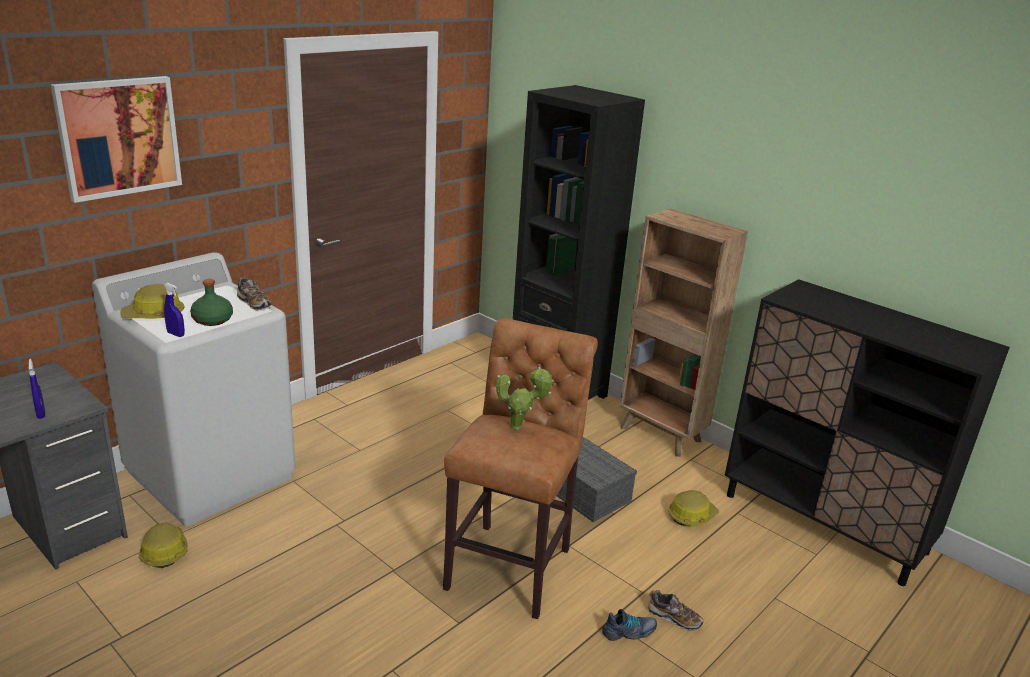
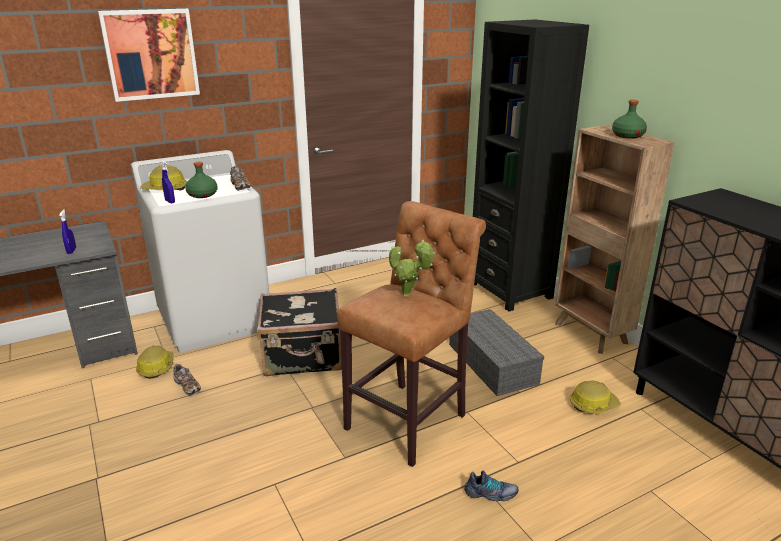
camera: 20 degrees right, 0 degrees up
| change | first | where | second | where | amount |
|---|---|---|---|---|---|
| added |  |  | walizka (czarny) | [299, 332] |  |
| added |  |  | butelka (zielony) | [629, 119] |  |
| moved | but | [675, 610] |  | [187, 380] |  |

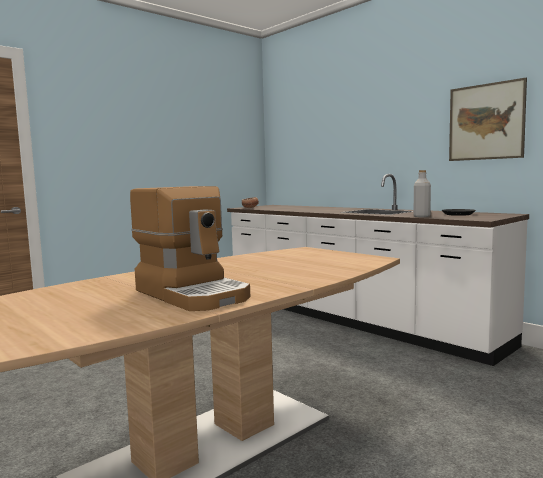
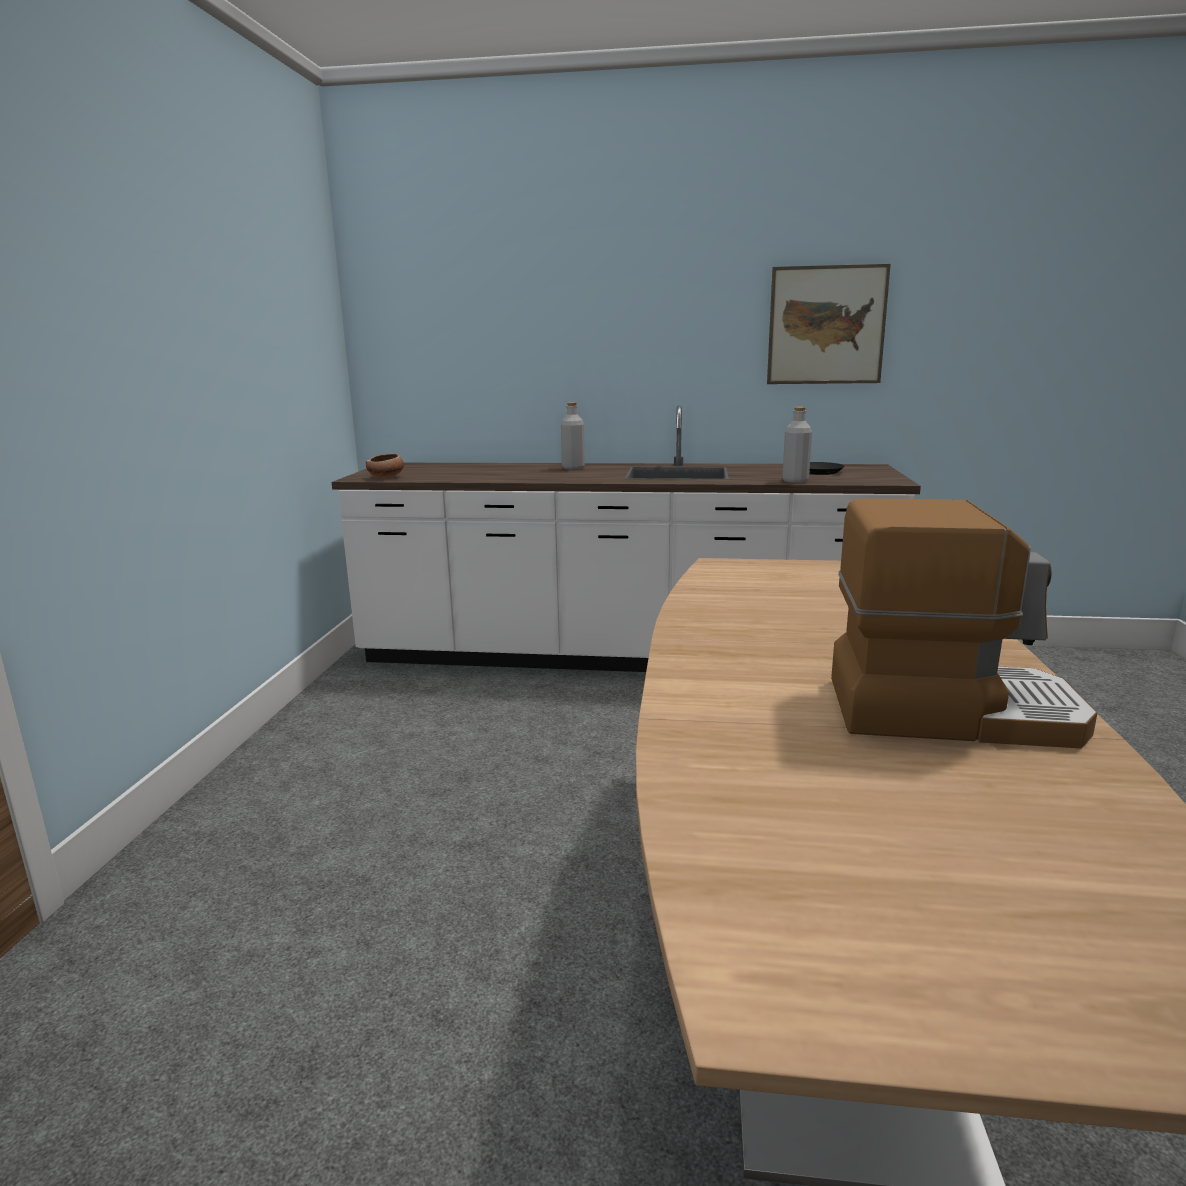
camera: 40 degrees left, 10 degrees up
| change | first | where | second | where | amount |
|---|---|---|---|---|---|
| added |  |  | butelka (szary) | [573, 436] |  |

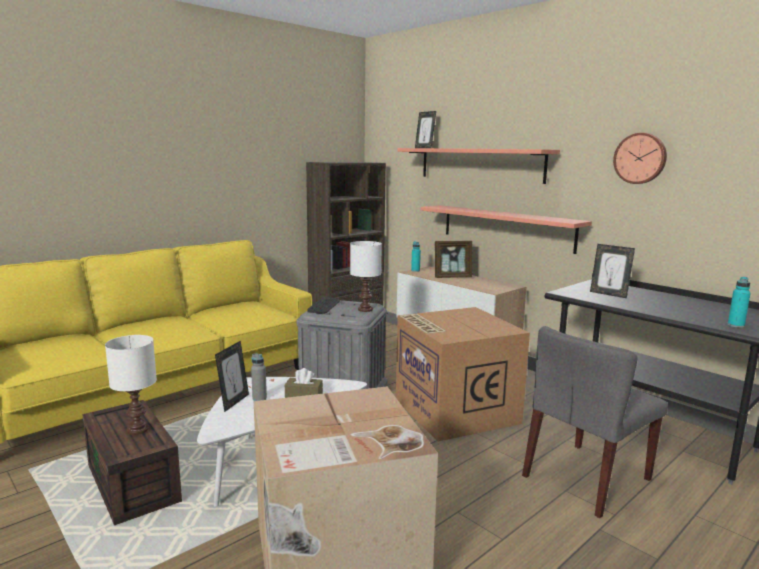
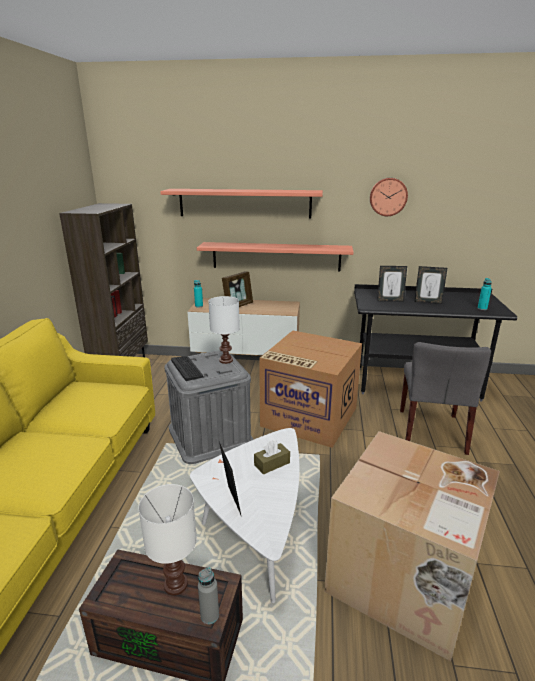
camera: 40 degrees left, 10 degrees up
| change | first | where | second | where | amount |
|---|---|---|---|---|---|
| moved | butelka (szary) | [259, 377] |  | [208, 596] |  |
| moved | ramka na zdjęcie | [425, 129] |  | [430, 285] |  |

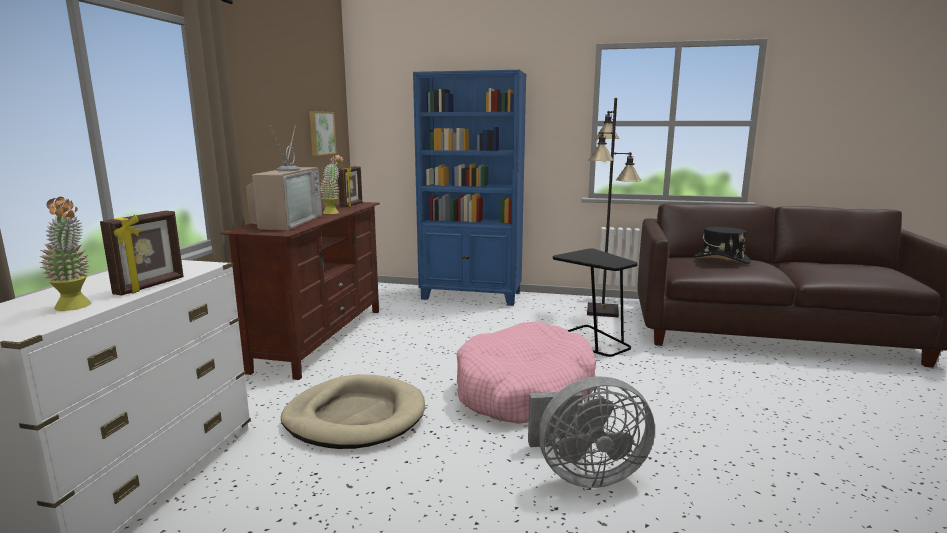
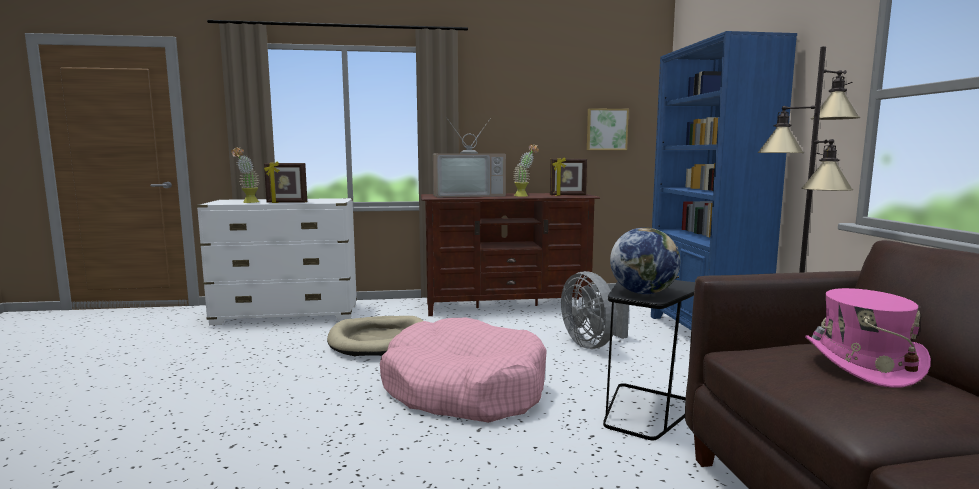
camera: 70 degrees right, 5 degrees down
| change | first | where | second | where | amount |
|---|---|---|---|---|---|
| added |  |  | globus | [645, 260] |  |
| moved | wentylator (szary) | [591, 432] |  | [595, 310] |  |
| recoloured | kapelusz (czarny) | [722, 245] | kapelusz (różowy) | [868, 338] |  |

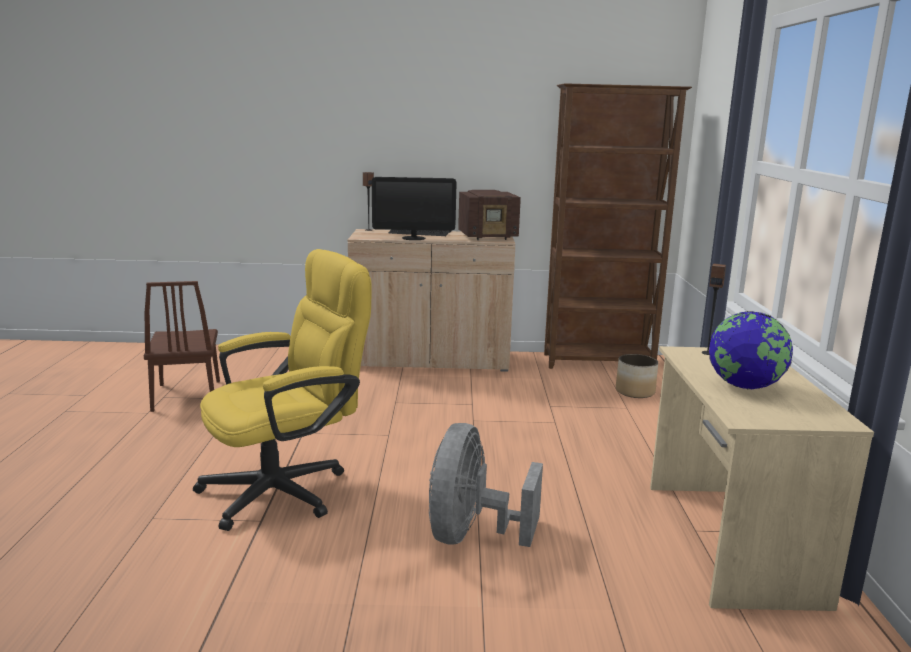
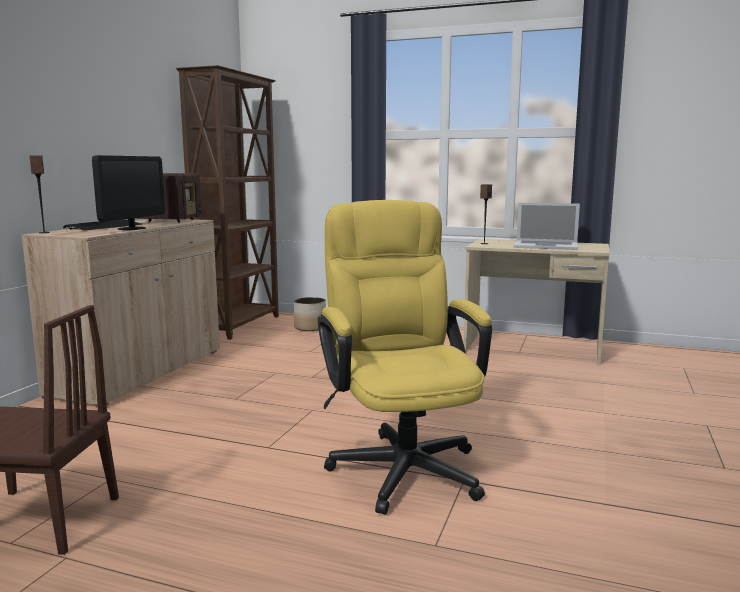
camera: 70 degrees left, 5 degrees down
| change | first | where | second | where | amount |
|---|---|---|---|---|---|
| removed | wentylator (szary) | [486, 485] |  |  |  |
| replaced | globus | [751, 350] | laptop | [547, 226] |  |

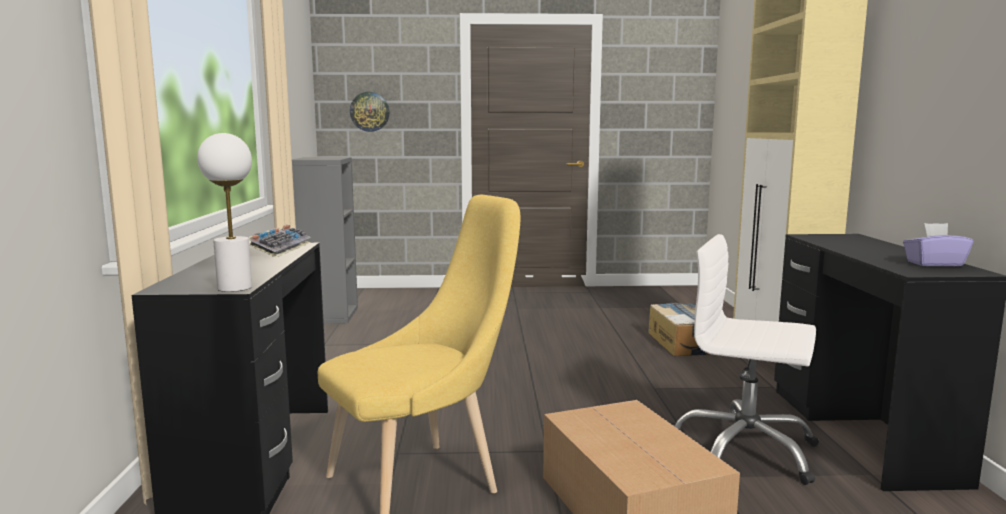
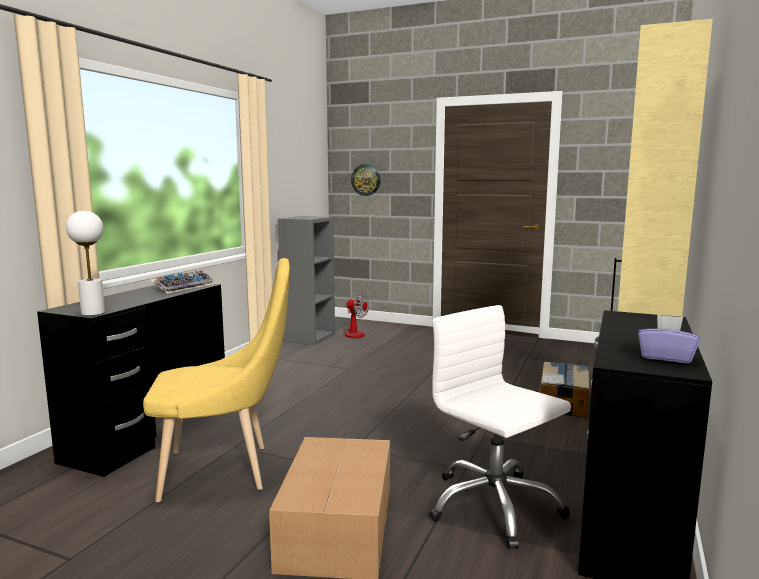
camera: 25 degrees right, 0 degrees up
| change | first | where | second | where | amount |
|---|---|---|---|---|---|
| added |  |  | wentylator | [356, 315] |  |

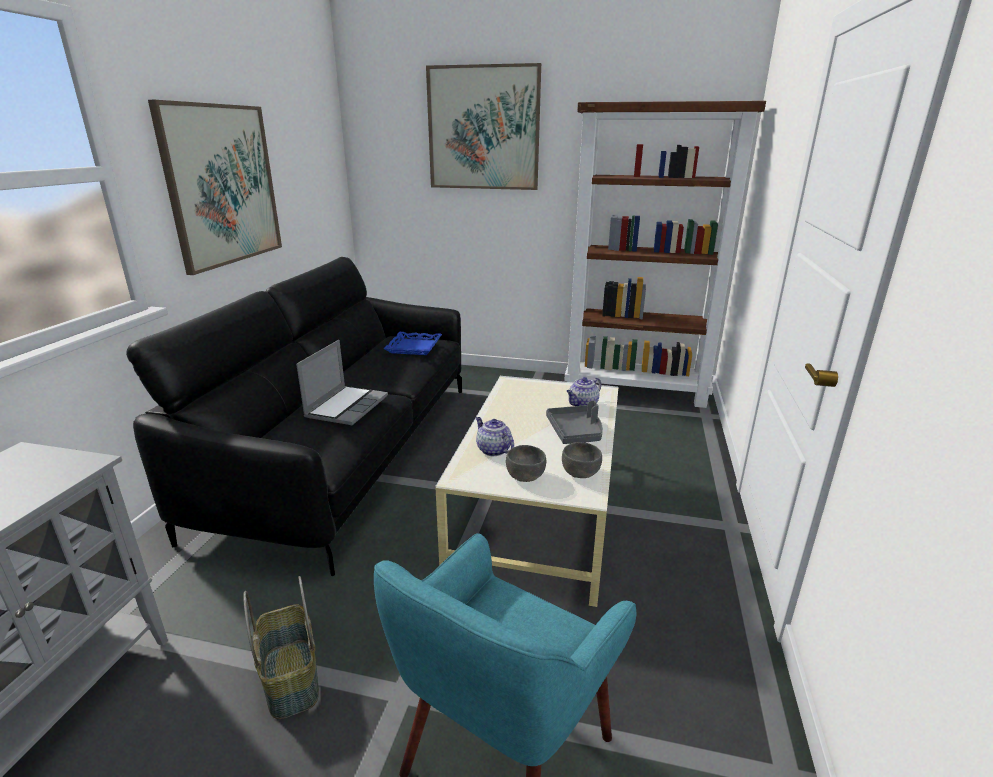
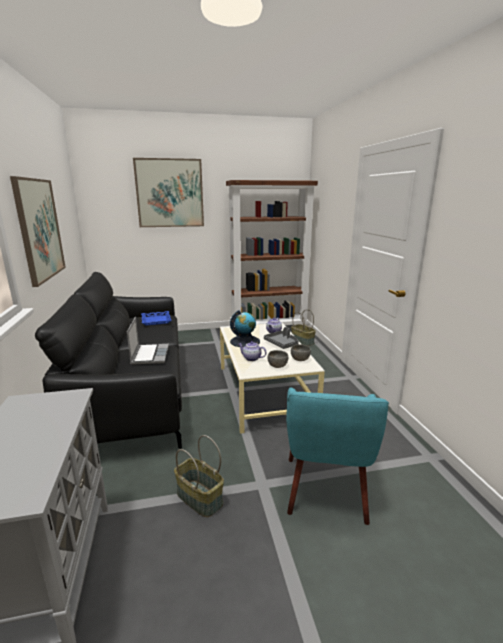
camera: 25 degrees left, 5 degrees down
| change | first | where | second | where | amount |
|---|---|---|---|---|---|
| added |  |  | globus | [245, 328] |  |
| added |  |  | koszyk | [303, 328] |  |

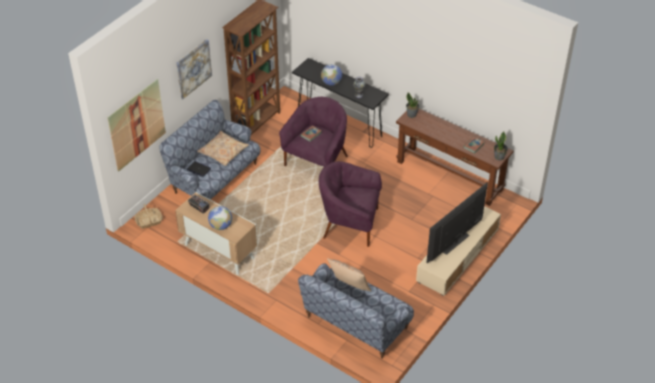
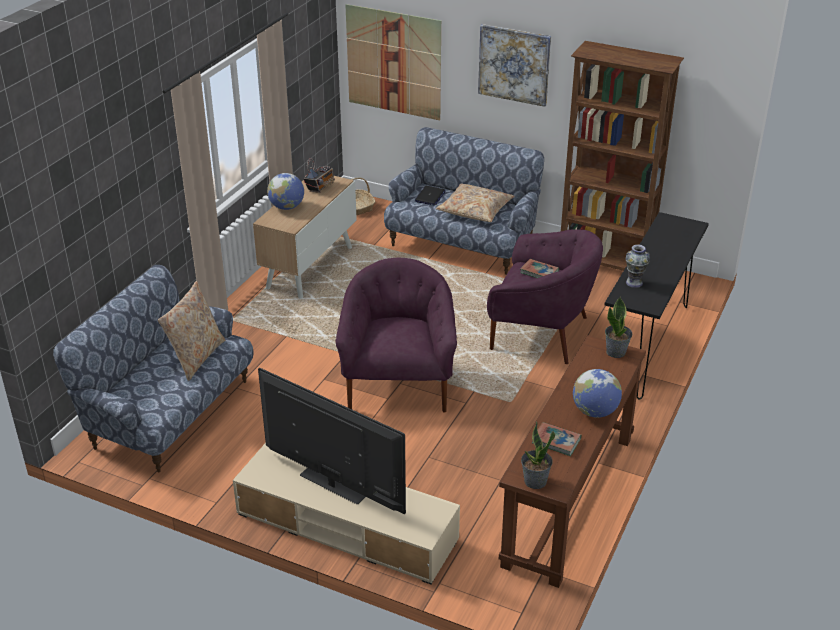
camera: 80 degrees right, 10 degrees down
| change | first | where | second | where | amount |
|---|---|---|---|---|---|
| moved | globus | [331, 75] |  | [597, 393] |  |

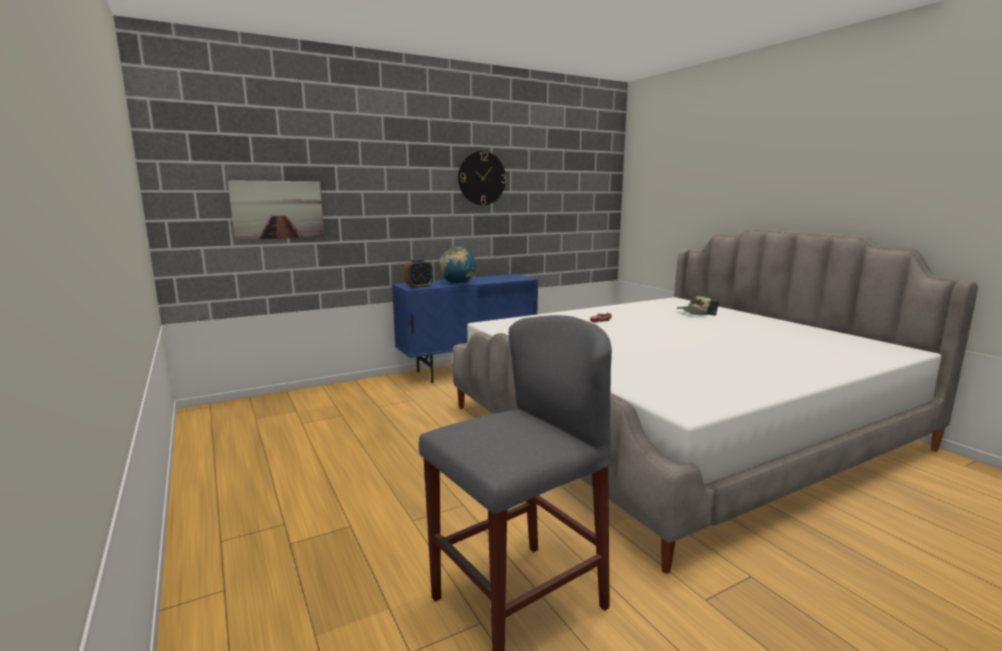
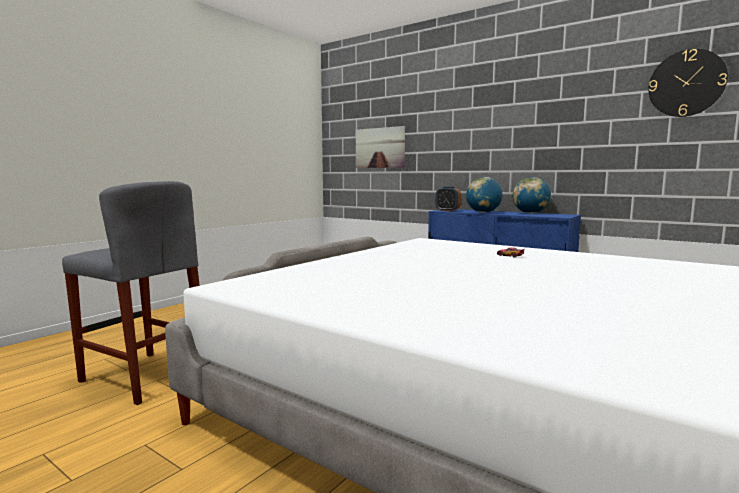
camera: 65 degrees right, 5 degrees down
| change | first | where | second | where | amount |
|---|---|---|---|---|---|
| removed | czapka z daszkiem | [698, 306] |  |  |  |
| added |  |  | globus | [532, 195] |  |
| moved | zegar ścienny | [482, 178] |  | [688, 83] |  |

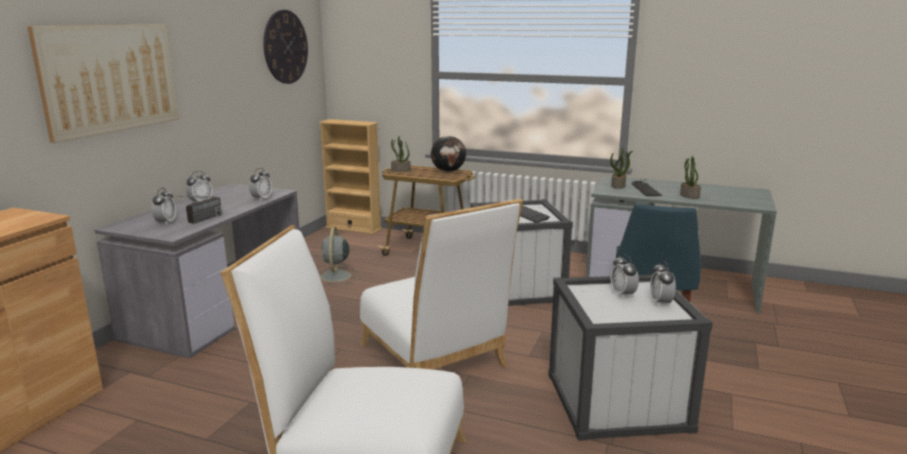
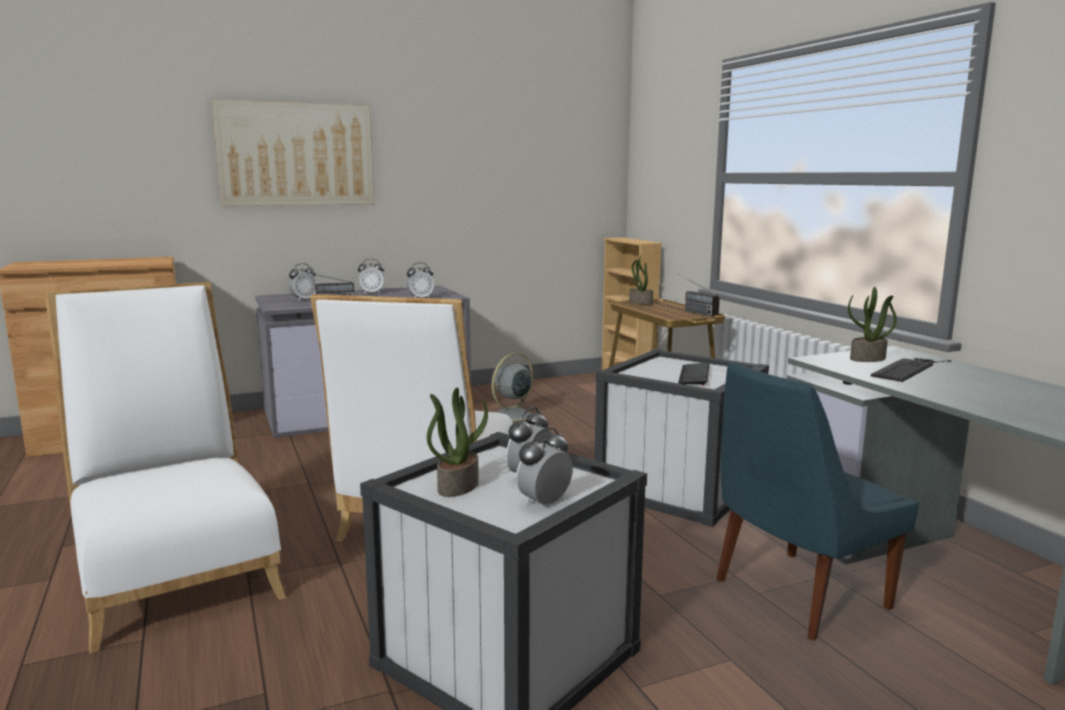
camera: 45 degrees right, 5 degrees down
| change | first | where | second | where | amount |
|---|---|---|---|---|---|
| removed | zegar ścienny | [285, 47] |  |  |  |
| moved | roślina doniczkowa | [690, 177] |  | [457, 442] |  |
| replaced | globus | [448, 154] | radio | [699, 295] |  |

